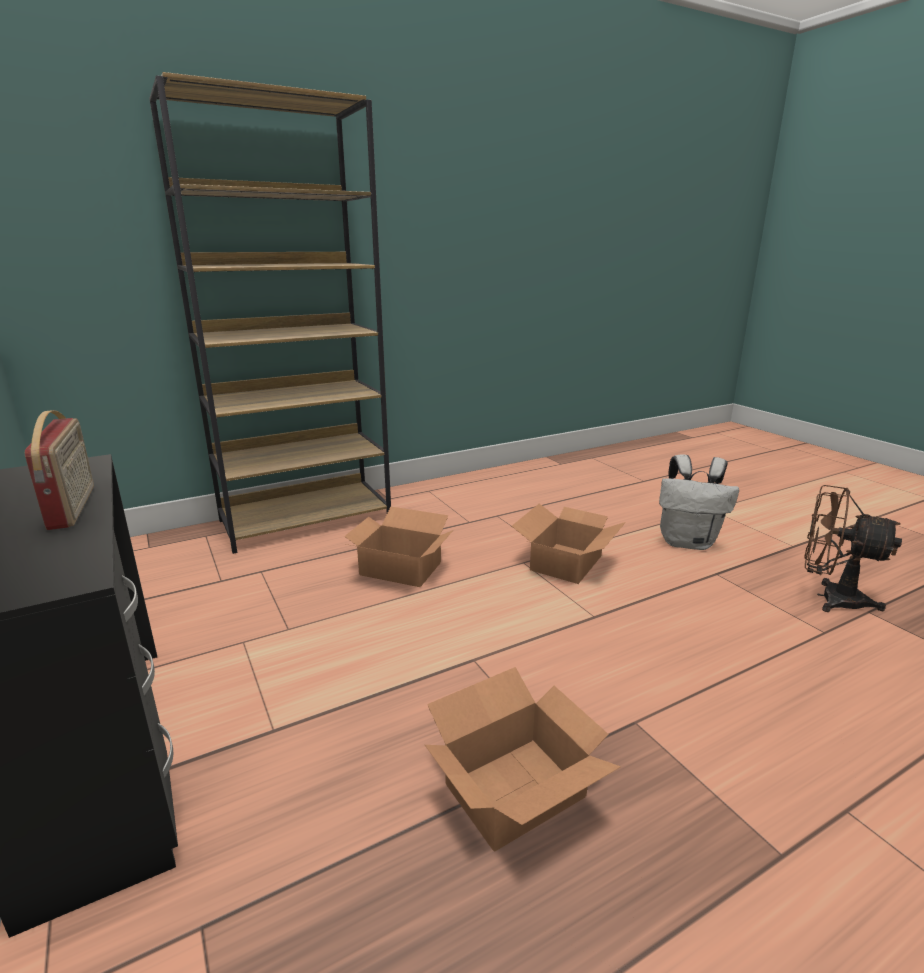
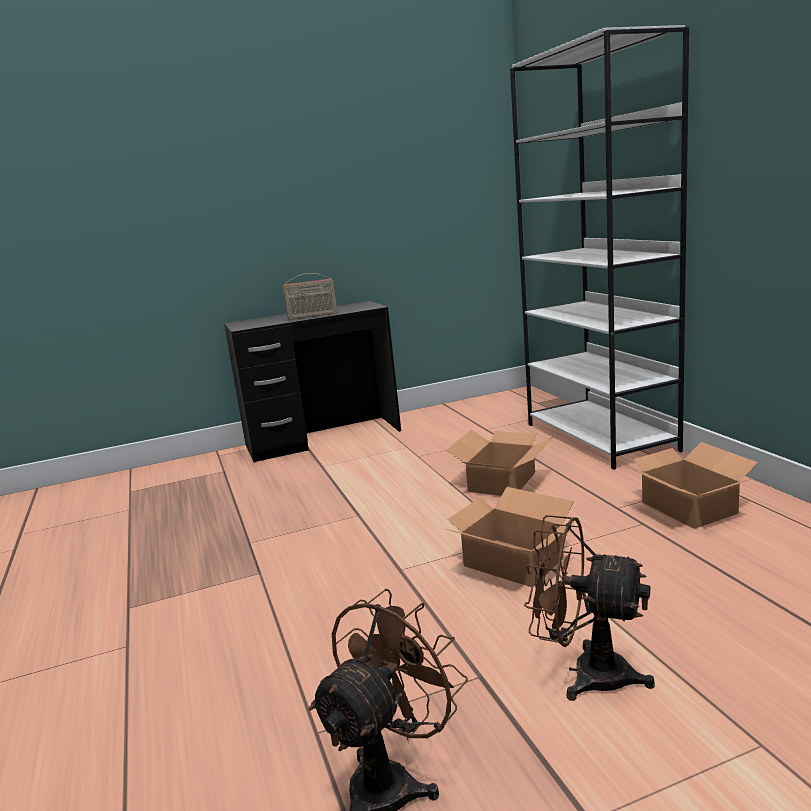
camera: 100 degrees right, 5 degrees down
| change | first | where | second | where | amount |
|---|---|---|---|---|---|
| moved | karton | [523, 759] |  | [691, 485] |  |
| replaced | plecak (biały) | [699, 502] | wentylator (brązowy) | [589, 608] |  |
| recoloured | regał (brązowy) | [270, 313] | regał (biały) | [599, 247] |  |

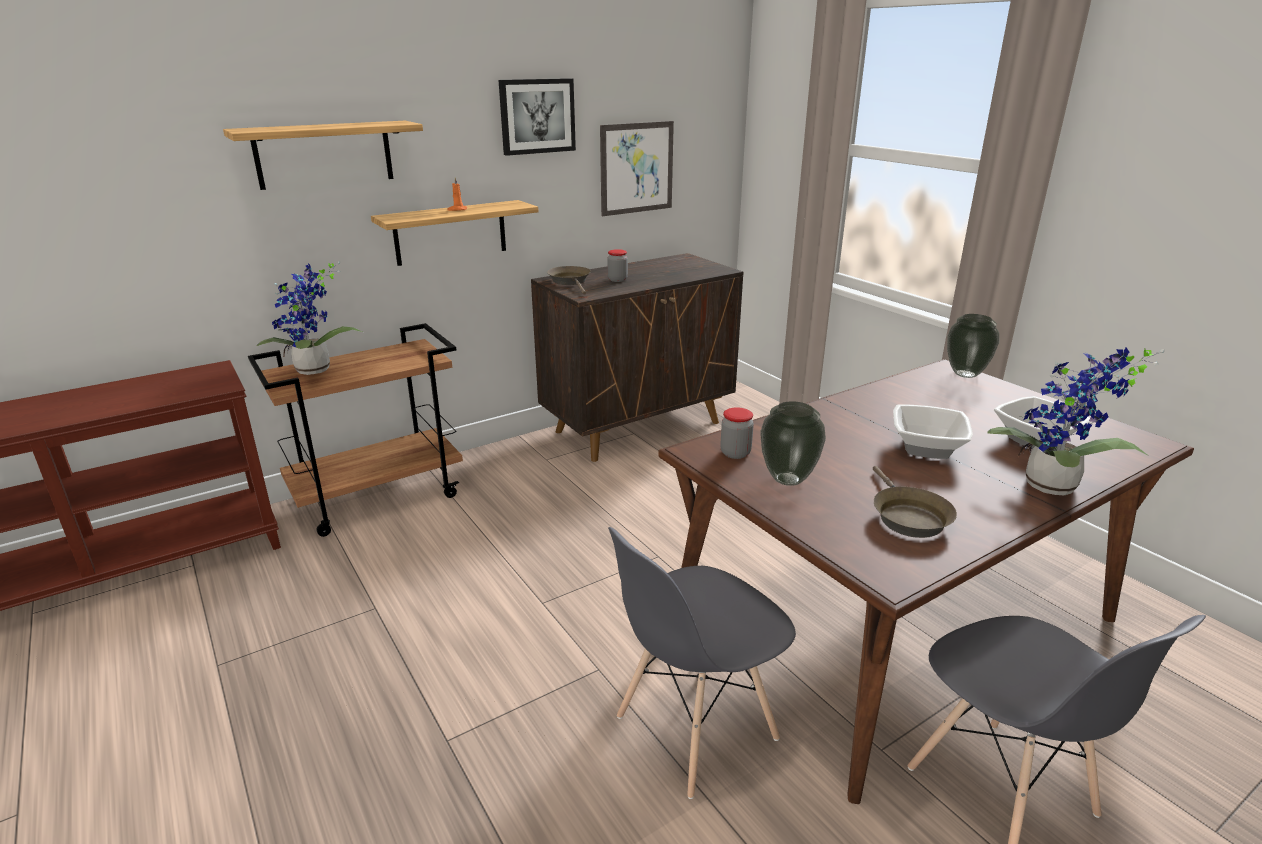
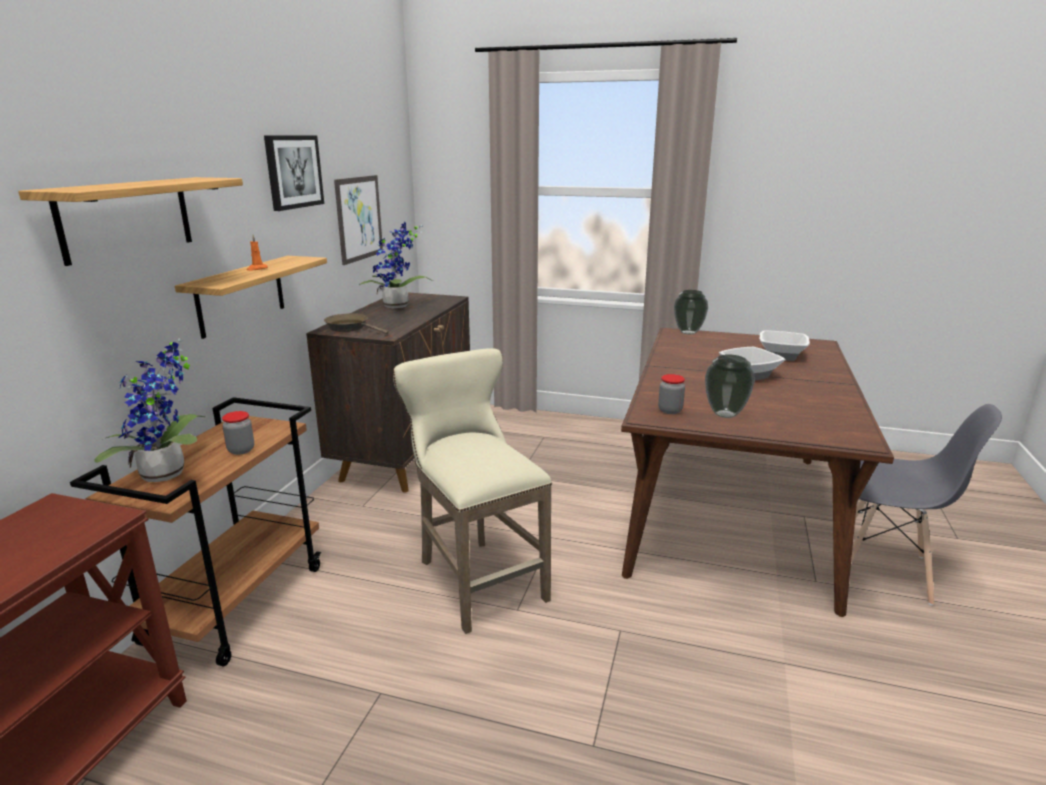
camera: 40 degrees left, 5 degrees down
| change | first | where | second | where | amount |
|---|---|---|---|---|---|
| removed | krzesło (szary) | [702, 663] |  |  |  |
| removed | patelnia (brązowy) | [915, 502] |  |  |  |
| added |  |  | stołek (beżowy) | [472, 491] |  |
| moved | słoik | [617, 265] |  | [238, 433] |  |
| moved | roślina doniczkowa | [1076, 421] |  | [396, 265] |  |

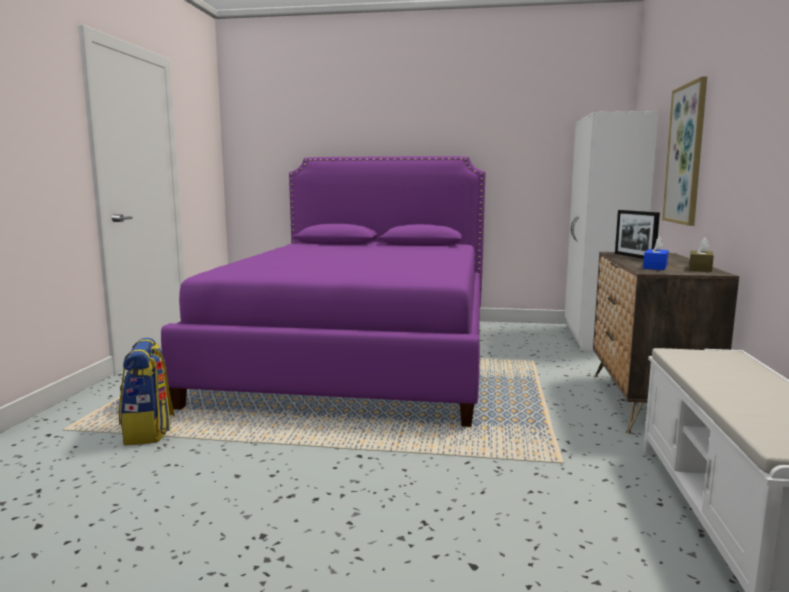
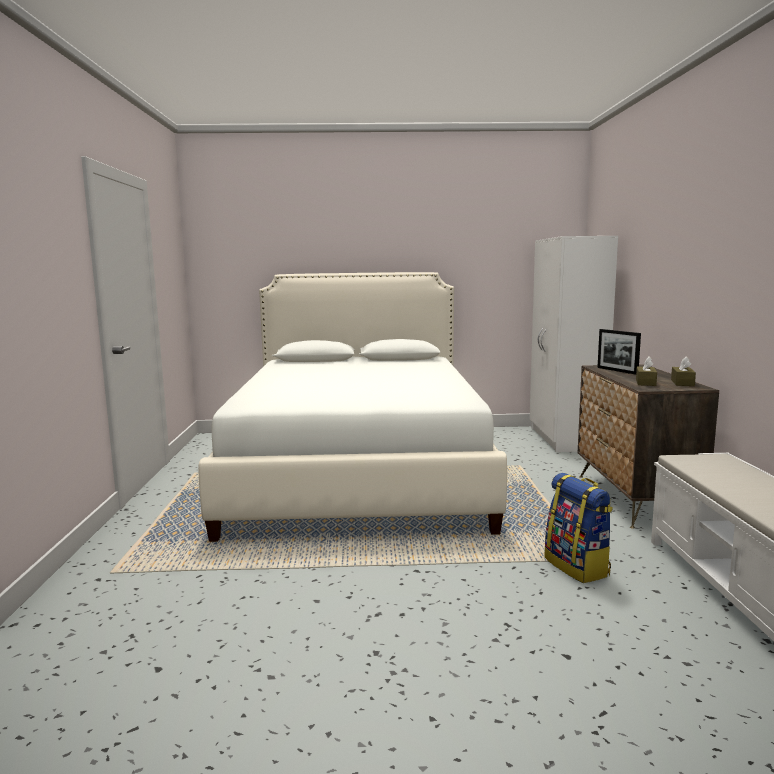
camera: 10 degrees left, 0 degrees up
| change | first | where | second | where | amount |
|---|---|---|---|---|---|
| removed | obraz | [684, 151] |  |  |  |
| moved | plecak | [147, 392] |  | [578, 528] |  |
| recoloured | łóżko (fioletowy) | [323, 291] | łóżko (biały) | [353, 407] |  |
| recoloured | pudełko chusteczek (niebieski) | [656, 253] | pudełko chusteczek (brązowy) | [646, 371] |  |

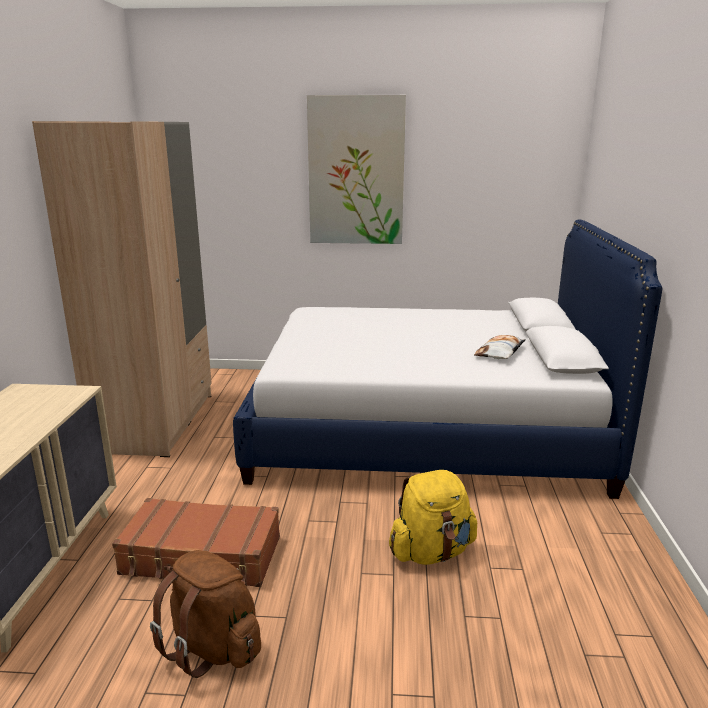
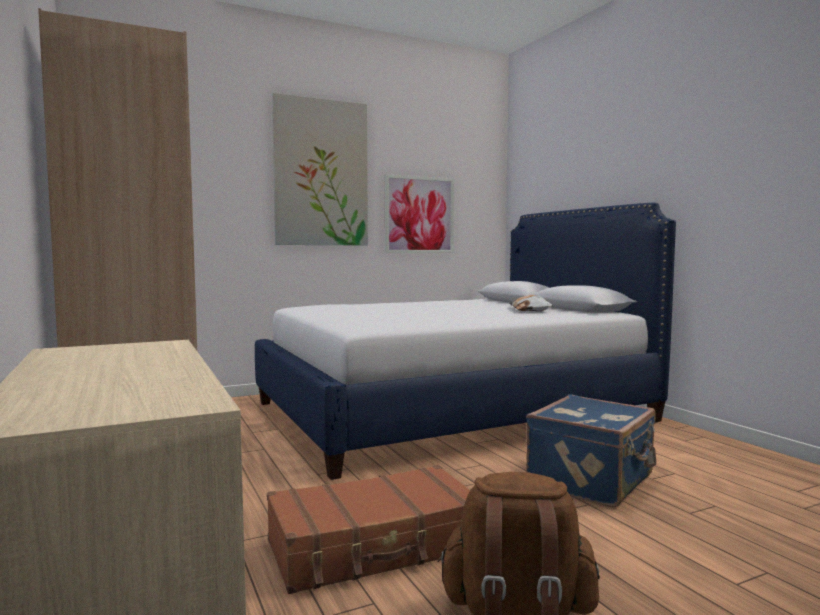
camera: 30 degrees left, 15 degrees down
| change | first | where | second | where | amount |
|---|---|---|---|---|---|
| added |  |  | obraz | [419, 213] |  |
| replaced | plecak (żółty) | [433, 517] | walizka (niebieski) | [591, 450] |  |

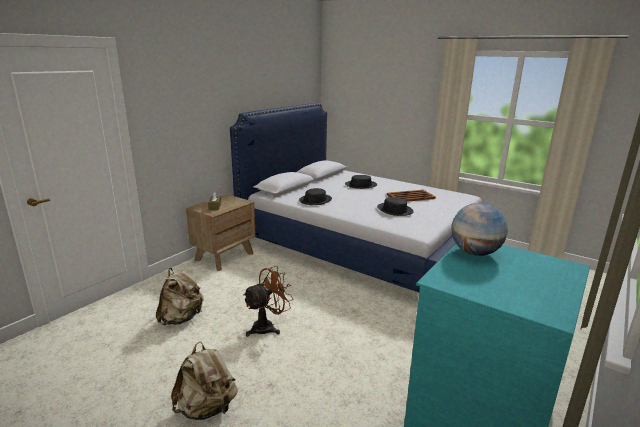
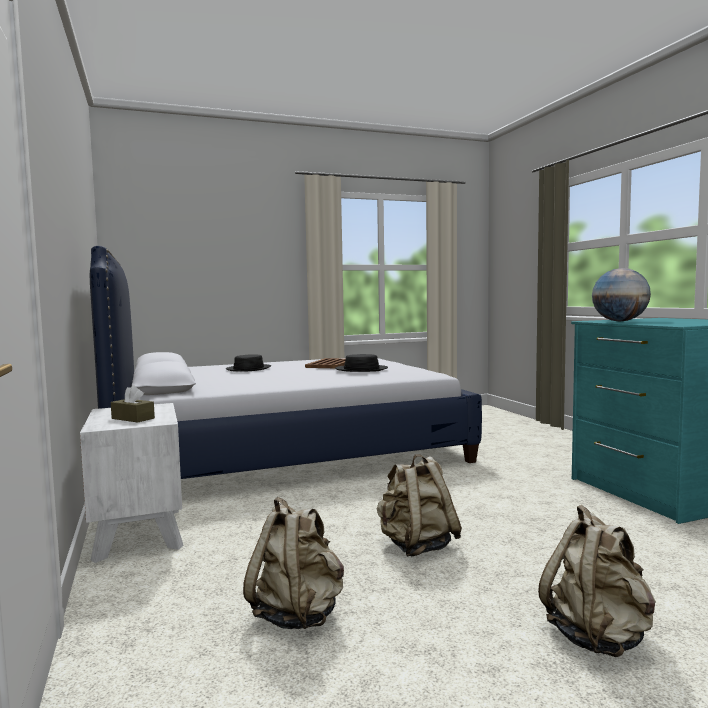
camera: 55 degrees left, 15 degrees down
| change | first | where | second | where | amount |
|---|---|---|---|---|---|
| removed | kapelusz (czarny) | [315, 196] |  |  |  |
| replaced | wentylator (brązowy) | [268, 301] | plecak (beżowy) | [419, 505] |  |
| recoloured | szafka nocna (brązowy) | [221, 232] | szafka nocna (biały) | [132, 483] |  |

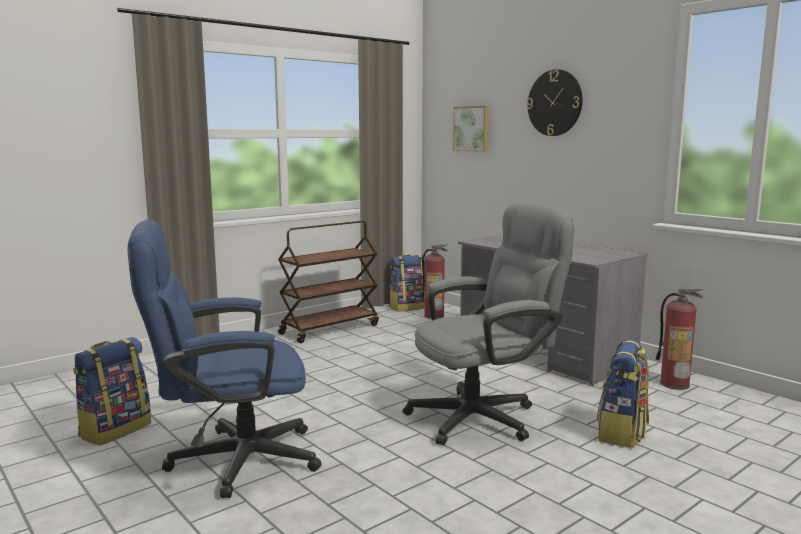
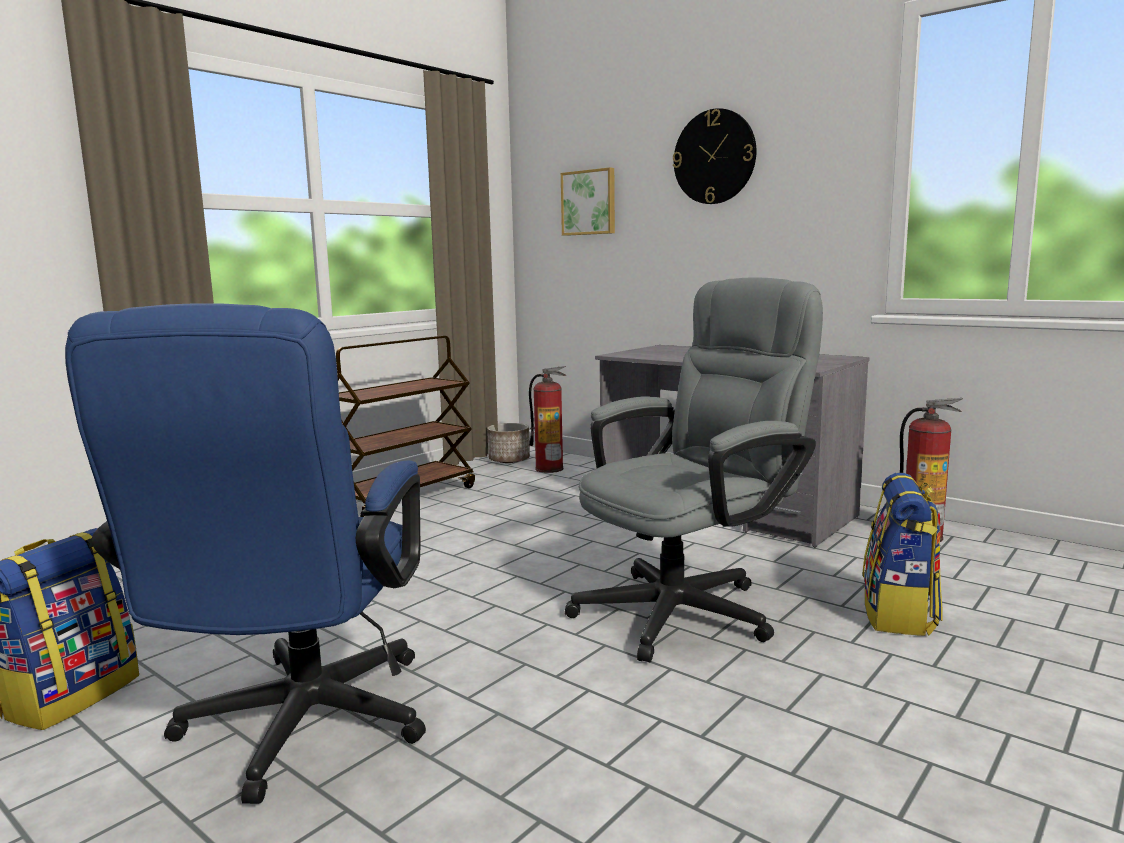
camera: 10 degrees left, 0 degrees up
| change | first | where | second | where | amount |
|---|---|---|---|---|---|
| replaced | plecak | [408, 283] | donica | [508, 443] |  |
| turned | krzesło biurowe (niebieski) | [225, 358] |  | [245, 553] | 60 degrees counterclockwise |

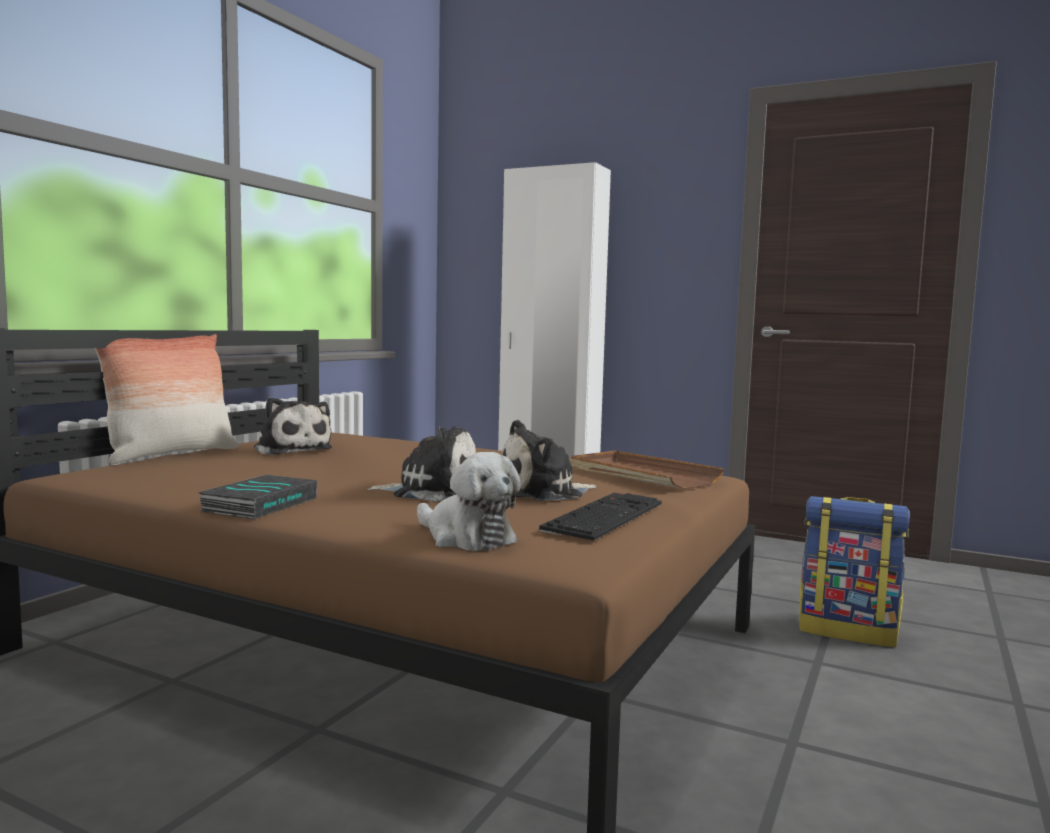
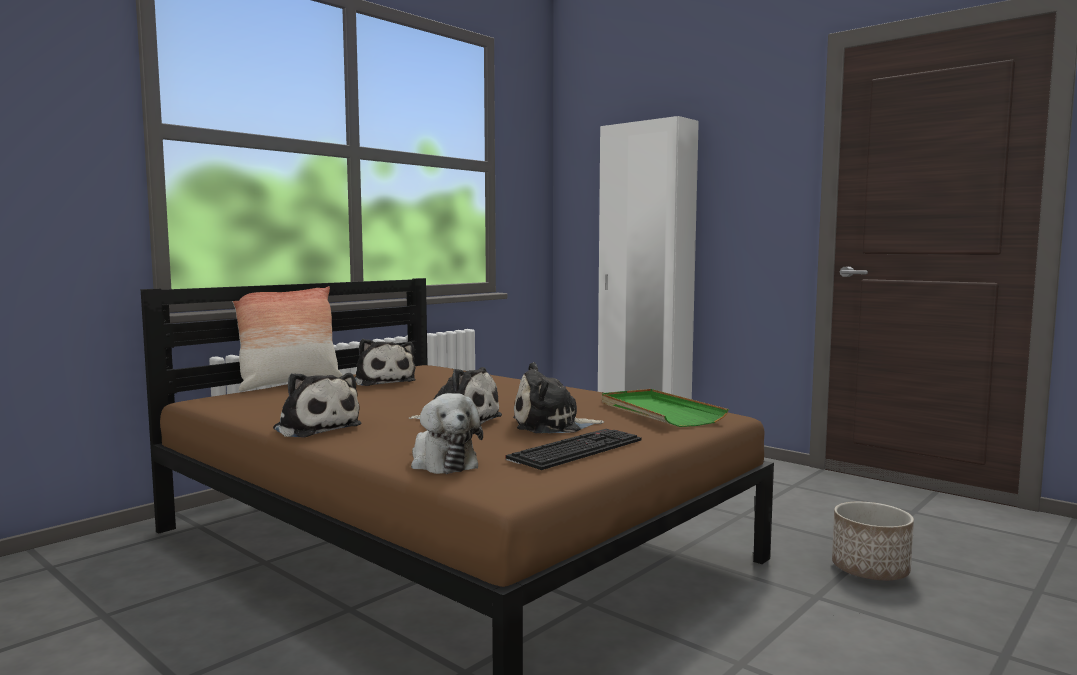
camera: 15 degrees right, 0 degrees up
| change | first | where | second | where | amount |
|---|---|---|---|---|---|
| replaced | książka | [257, 497] | pluszak | [317, 405] |  |
| replaced | plecak | [854, 571] | donica | [873, 541] |  |
| recoloured | taca (brązowy) | [648, 470] | taca (zielony) | [665, 408] |  |

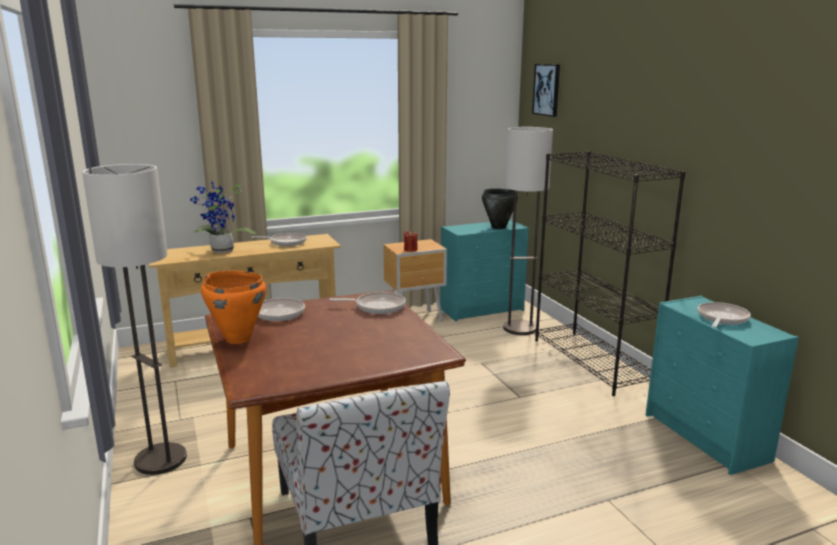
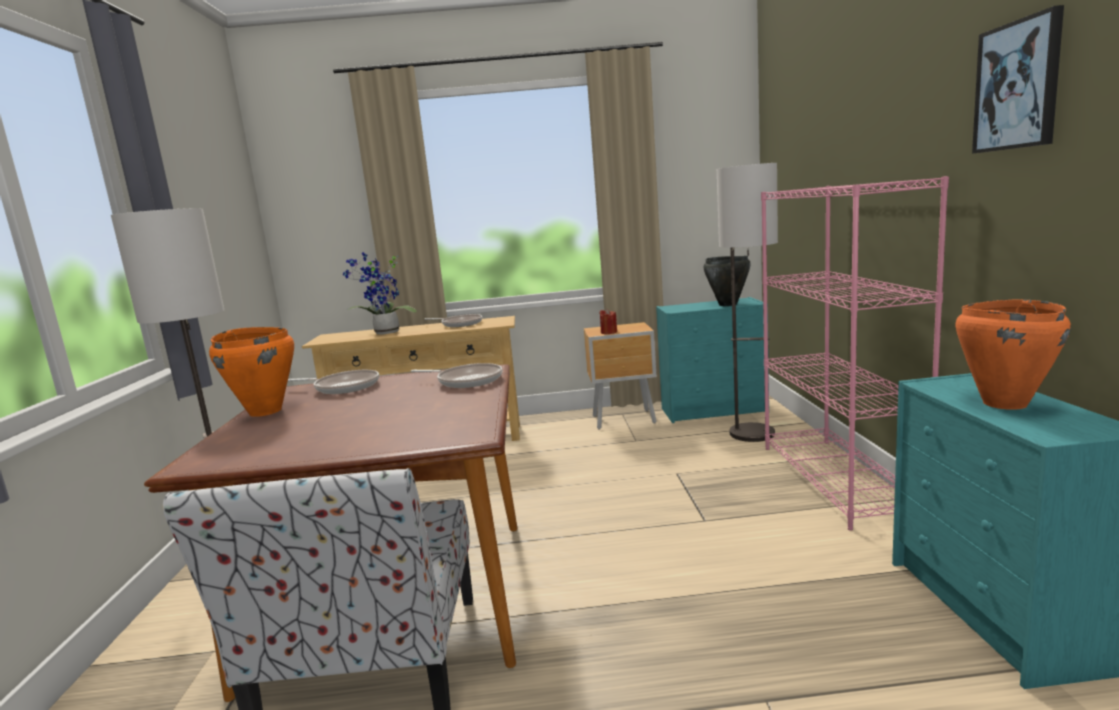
camera: 20 degrees right, 5 degrees down
| change | first | where | second | where | amount |
|---|---|---|---|---|---|
| moved | obraz | [546, 90] |  | [1018, 79] |  |
| replaced | patelnia | [724, 315] | garnek (pomarańczowy) | [1013, 354] |  |
| recoloured | regał (czarny) | [610, 273] | regał (różowy) | [855, 353] |  |

